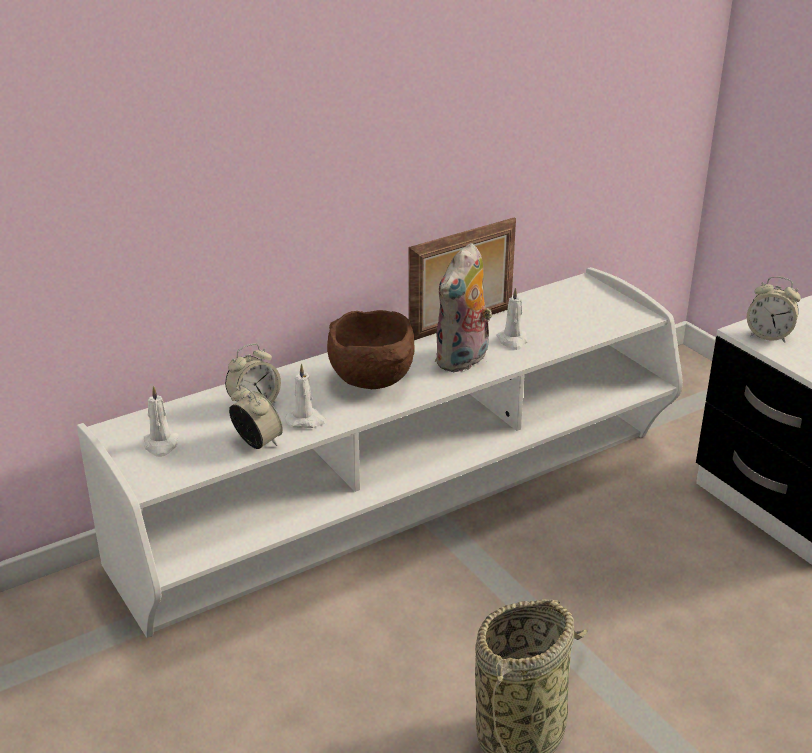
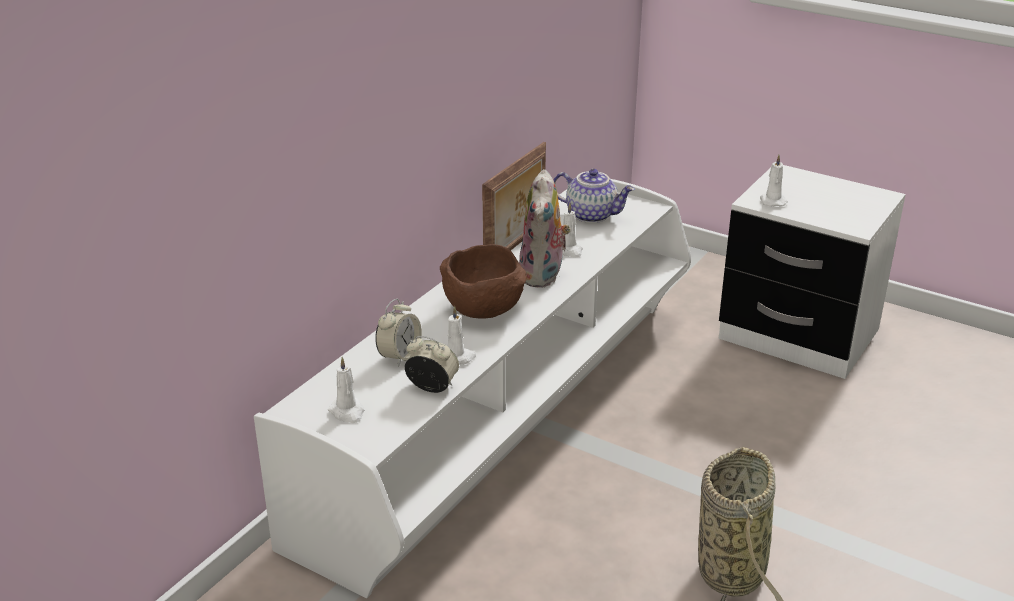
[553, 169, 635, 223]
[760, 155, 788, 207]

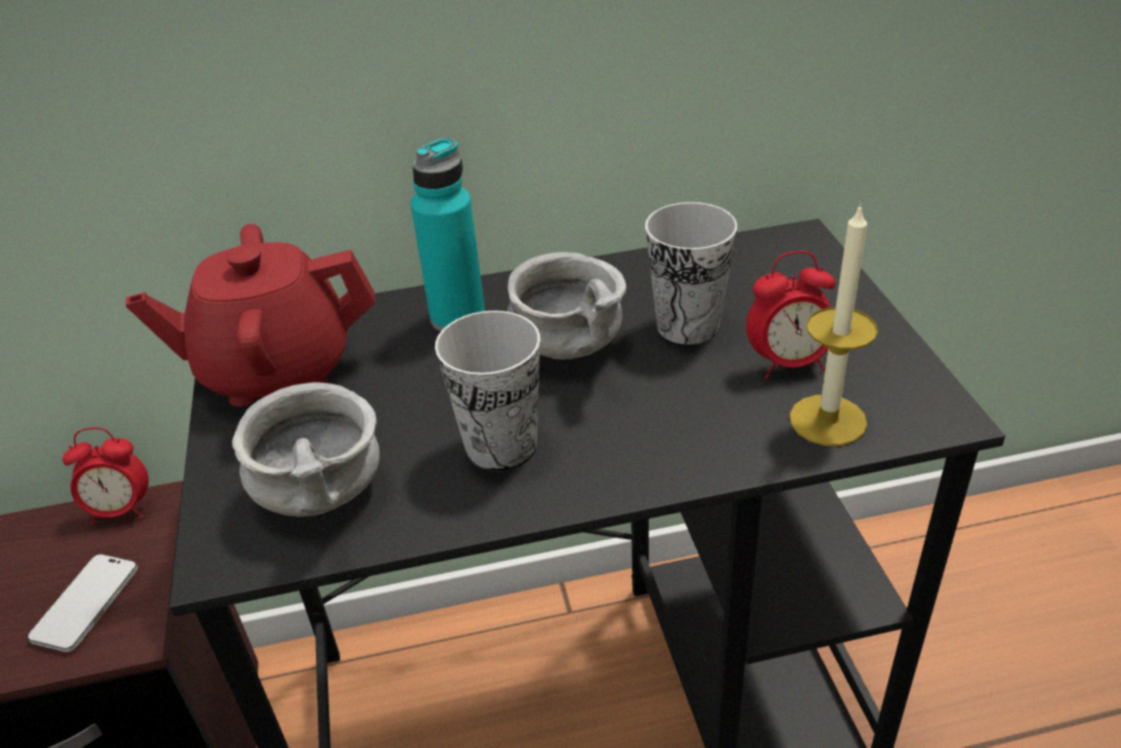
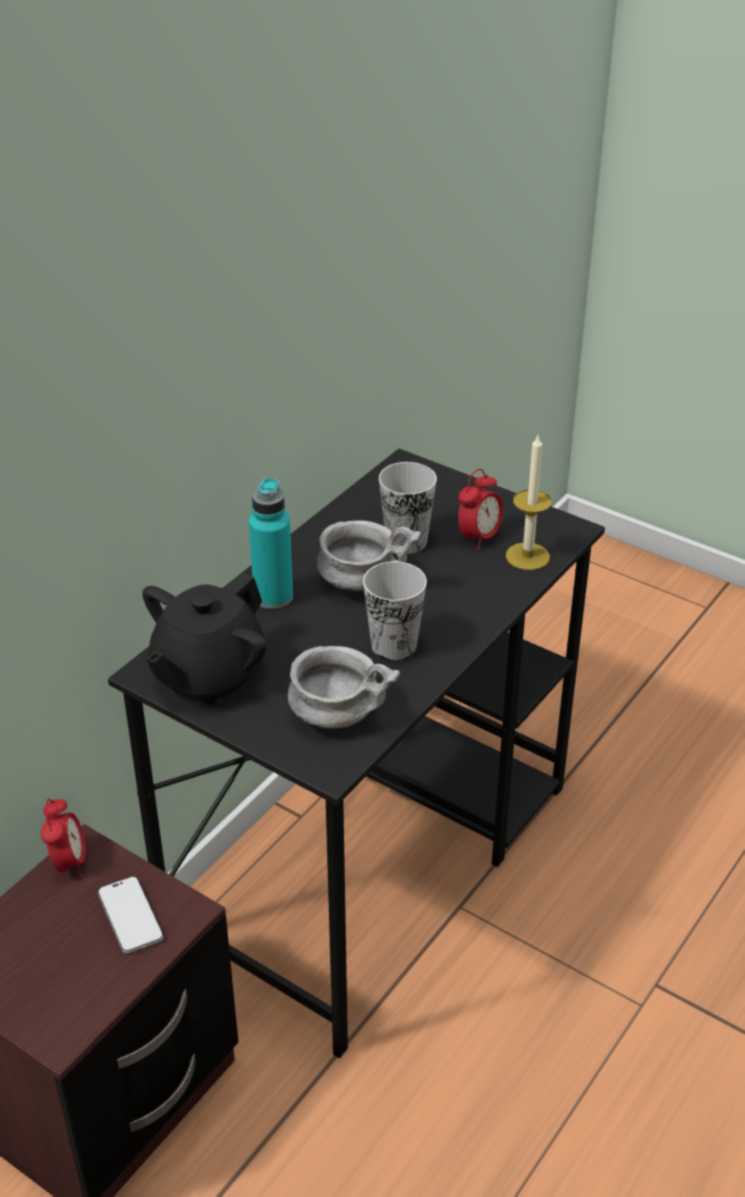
[142, 572, 267, 706]
[41, 799, 86, 877]

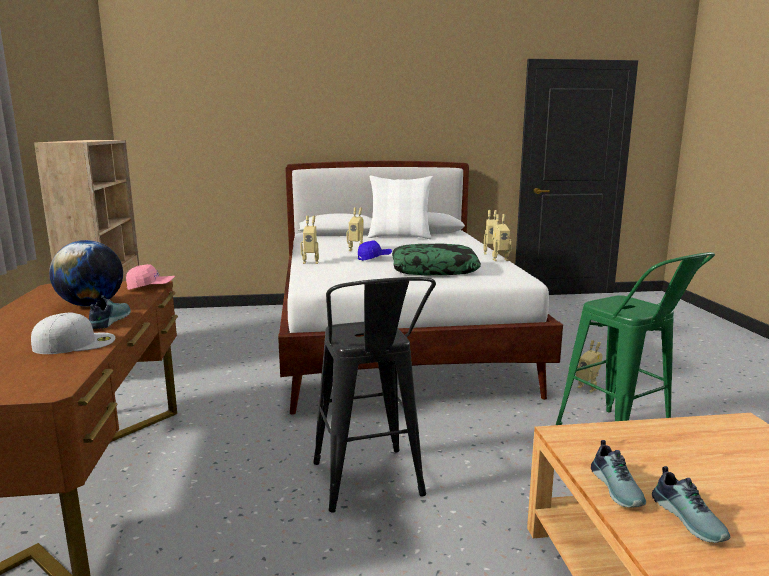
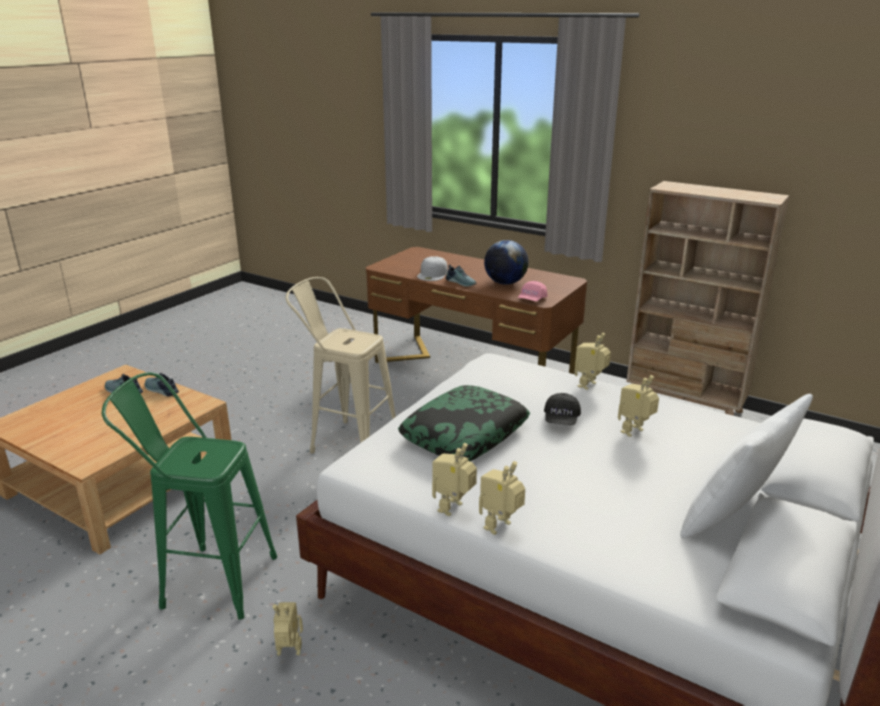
[285, 277, 396, 454]
[544, 393, 581, 425]

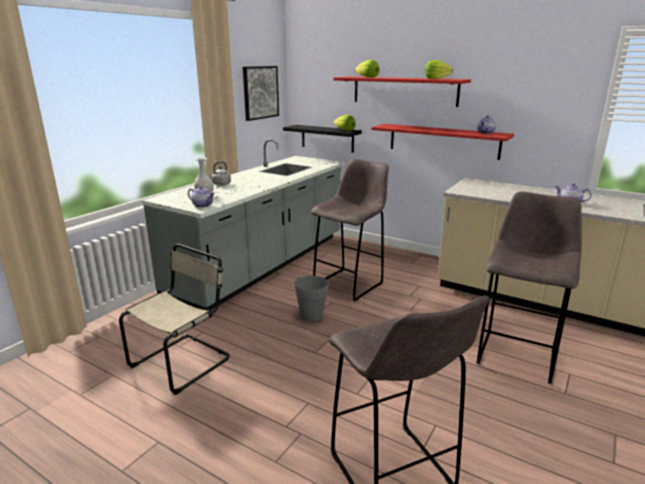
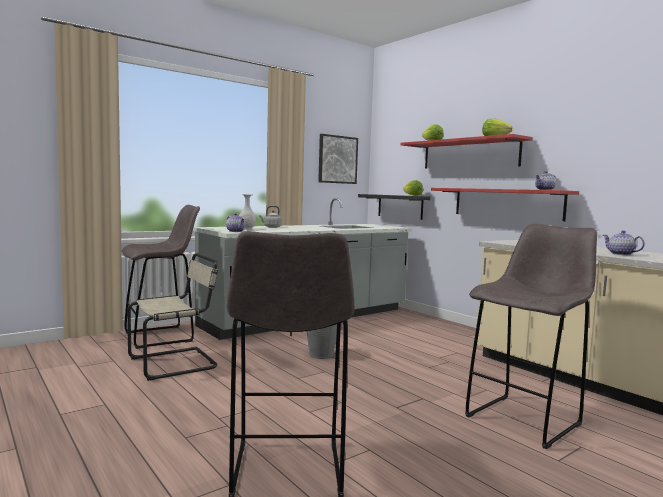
[122, 205, 200, 349]

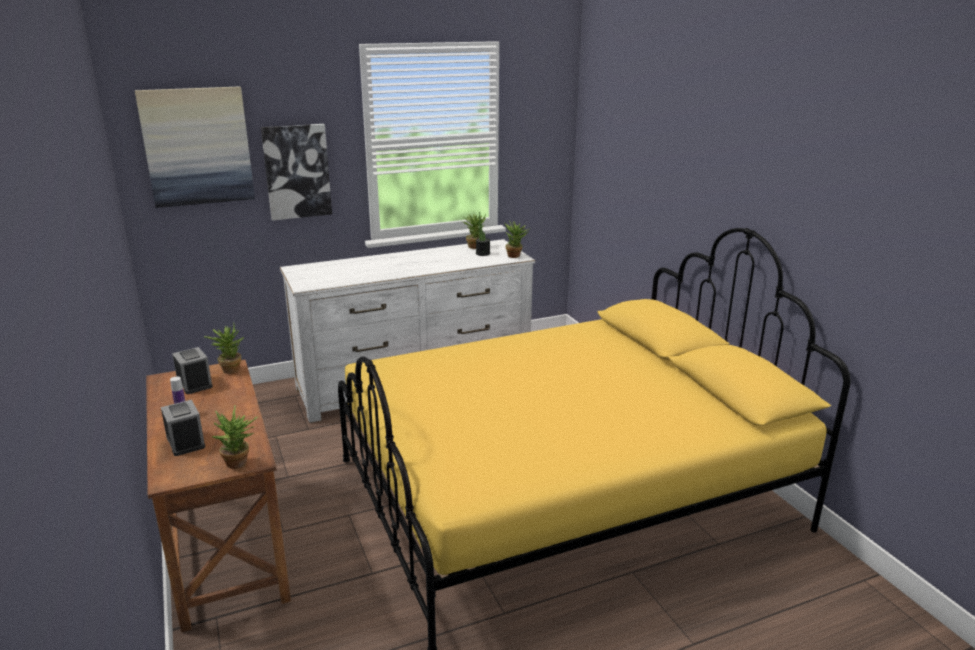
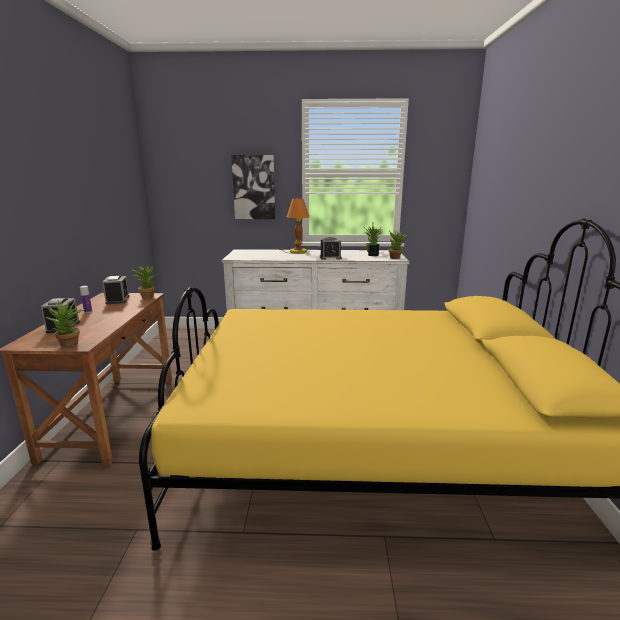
[135, 87, 255, 208] (first image)
[274, 198, 309, 254]
[320, 237, 342, 260]

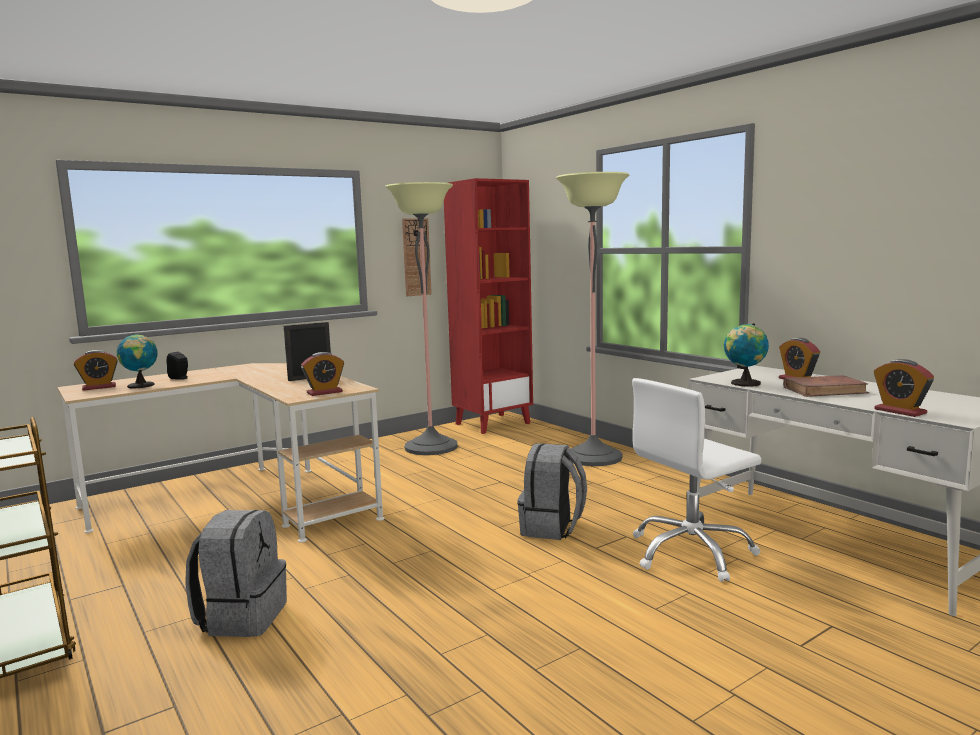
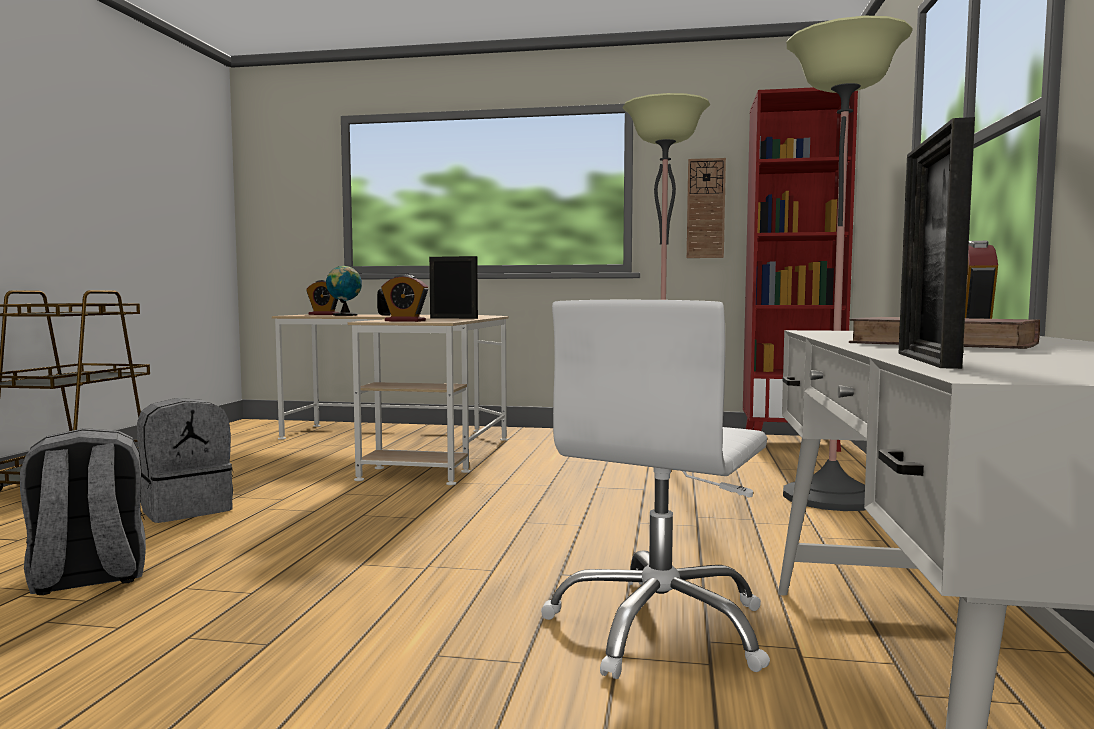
[724, 323, 769, 387] (first image)
[20, 428, 146, 595]
[898, 117, 975, 369]
[541, 300, 770, 679]

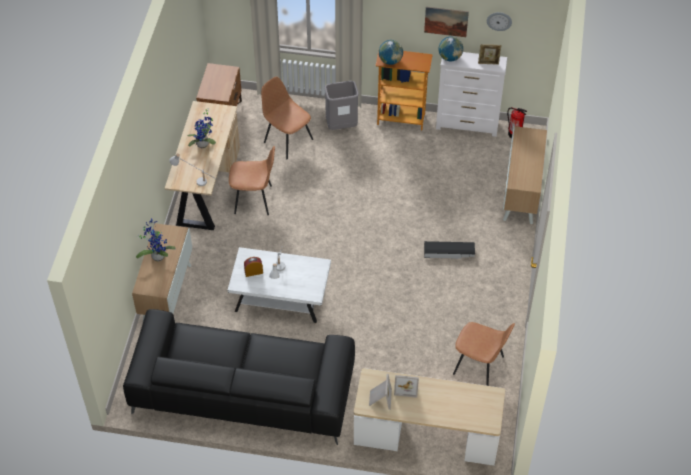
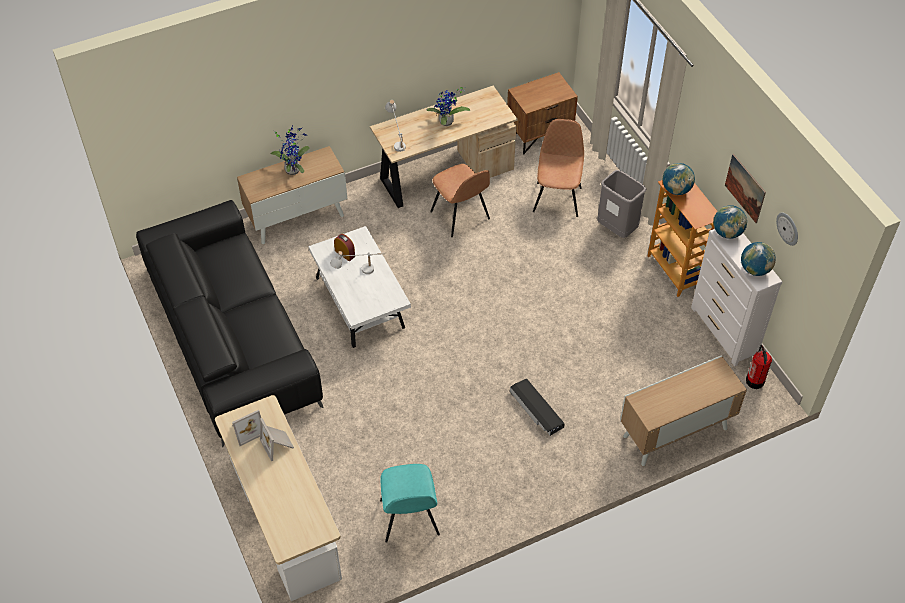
[741, 242, 776, 276]
[380, 464, 440, 543]

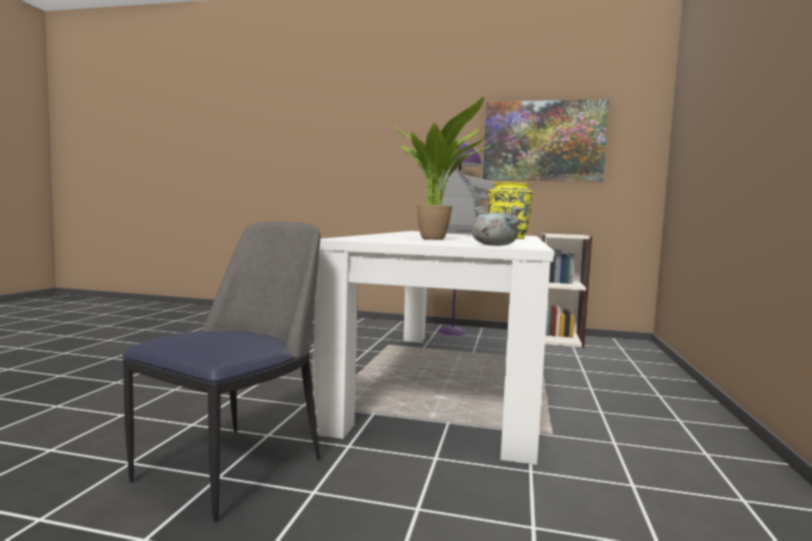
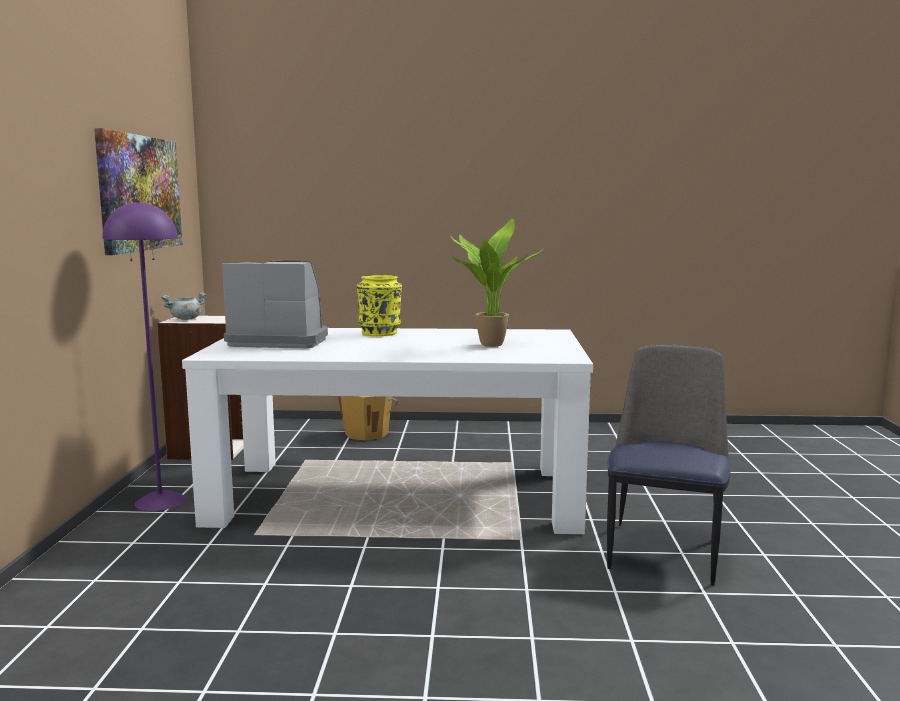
[337, 396, 398, 440]
[161, 292, 206, 320]
[607, 344, 731, 585]

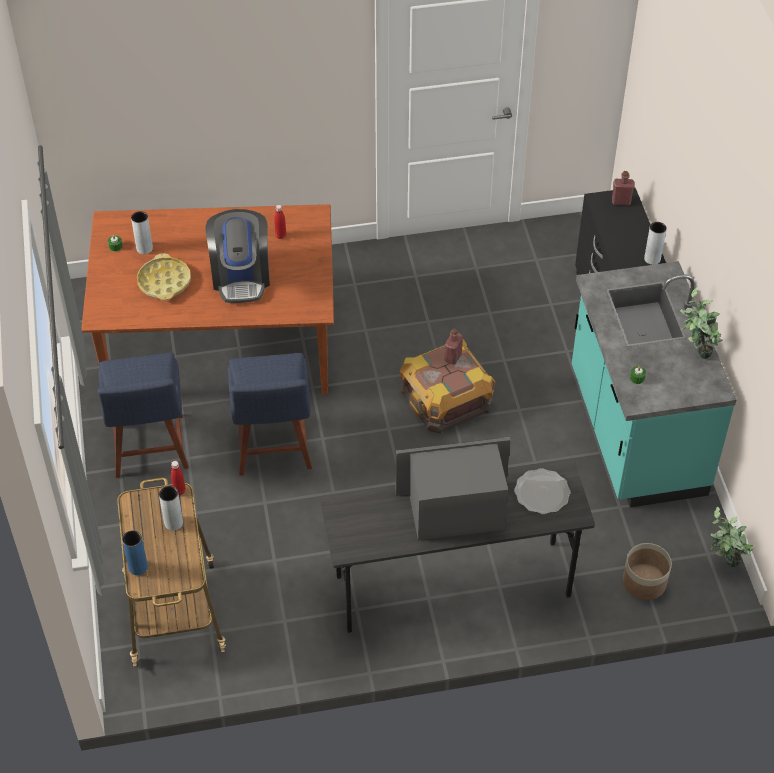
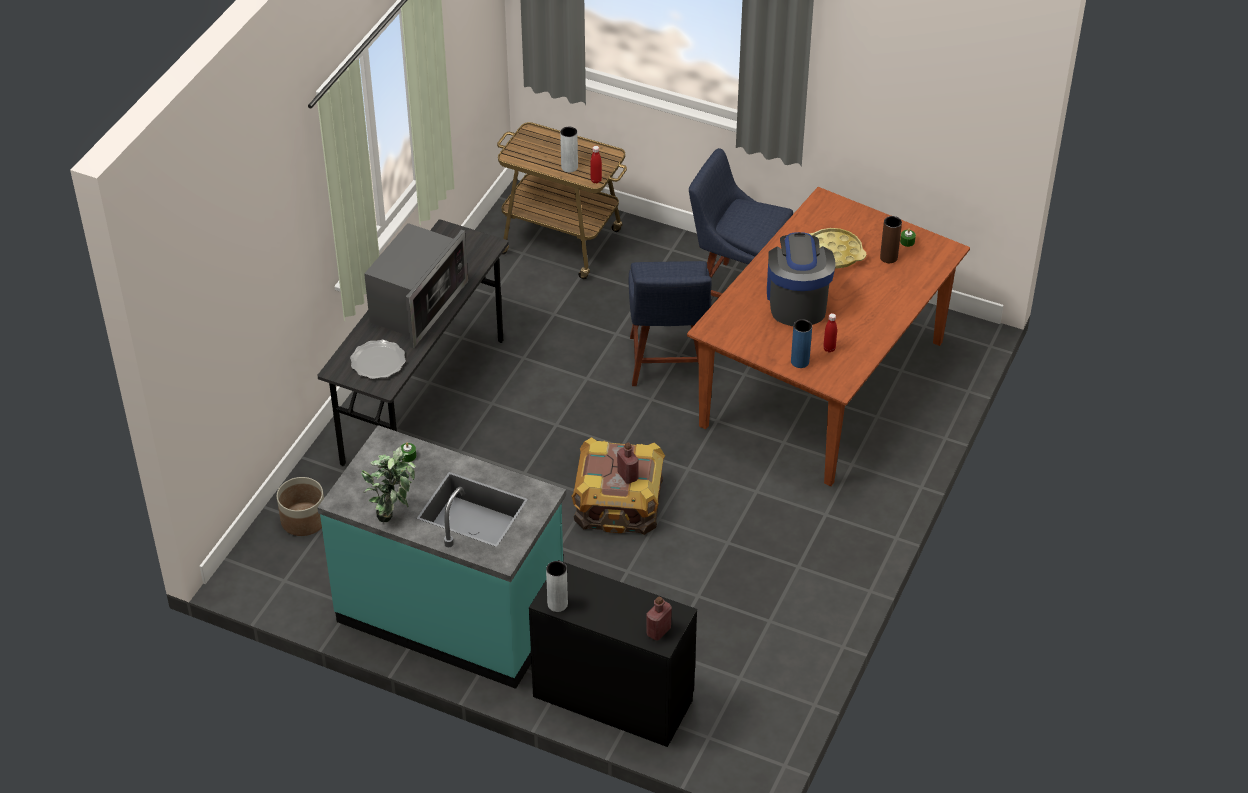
[710, 507, 754, 567] (first image)
[791, 319, 812, 368]
[880, 216, 902, 263]
[767, 232, 836, 326]
[629, 261, 711, 386]

